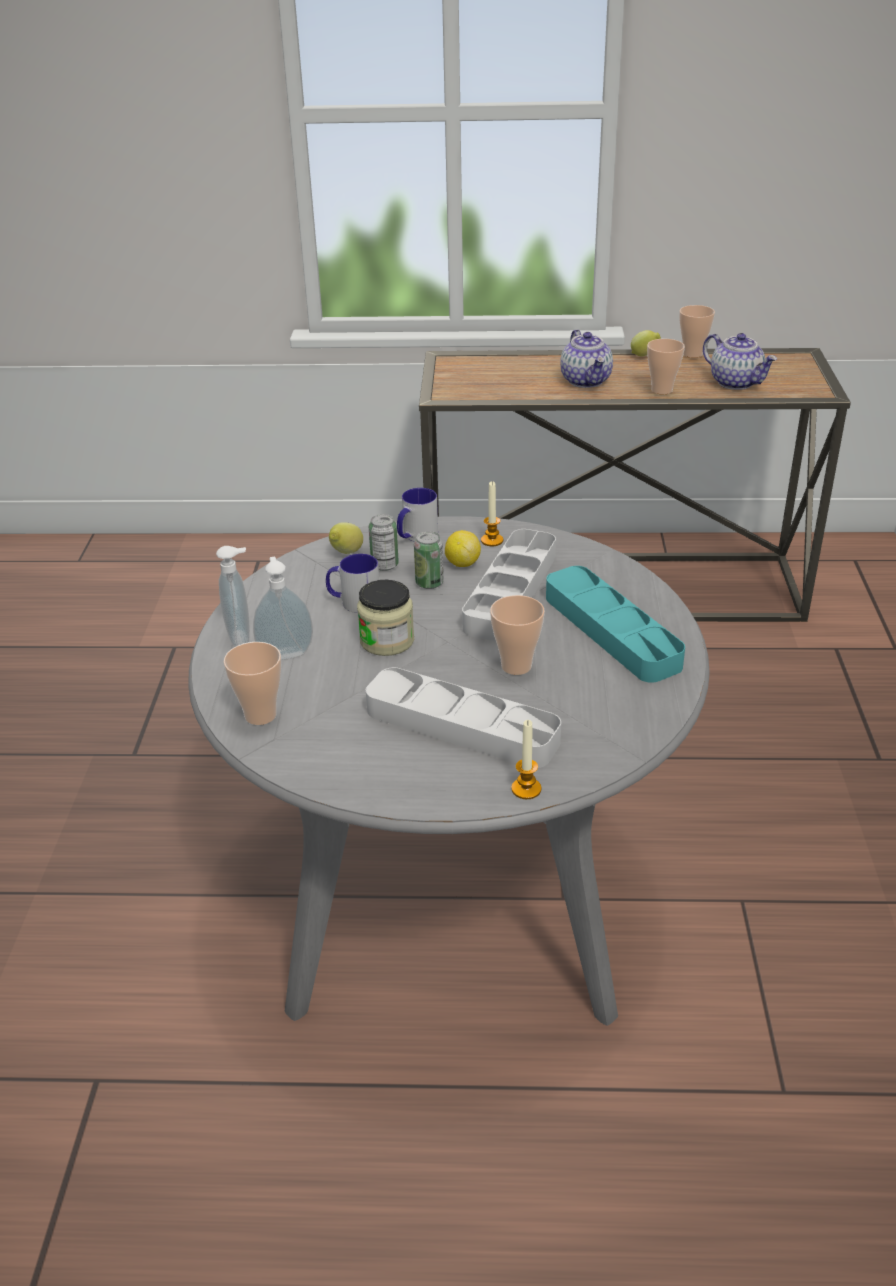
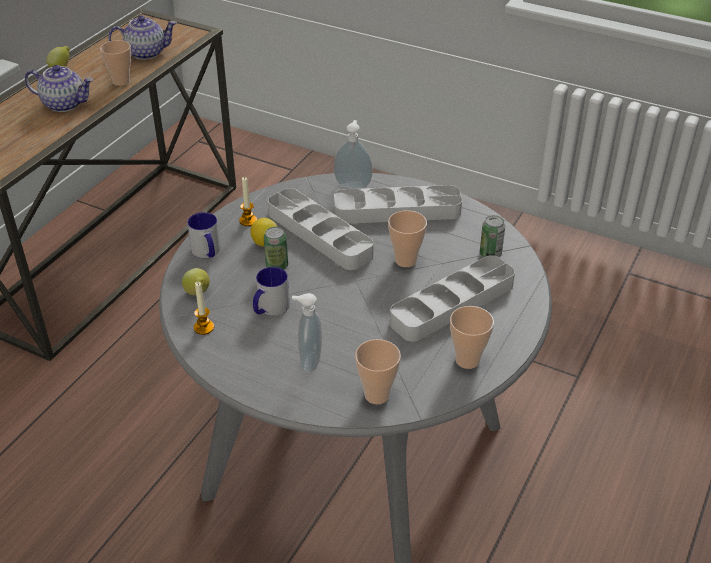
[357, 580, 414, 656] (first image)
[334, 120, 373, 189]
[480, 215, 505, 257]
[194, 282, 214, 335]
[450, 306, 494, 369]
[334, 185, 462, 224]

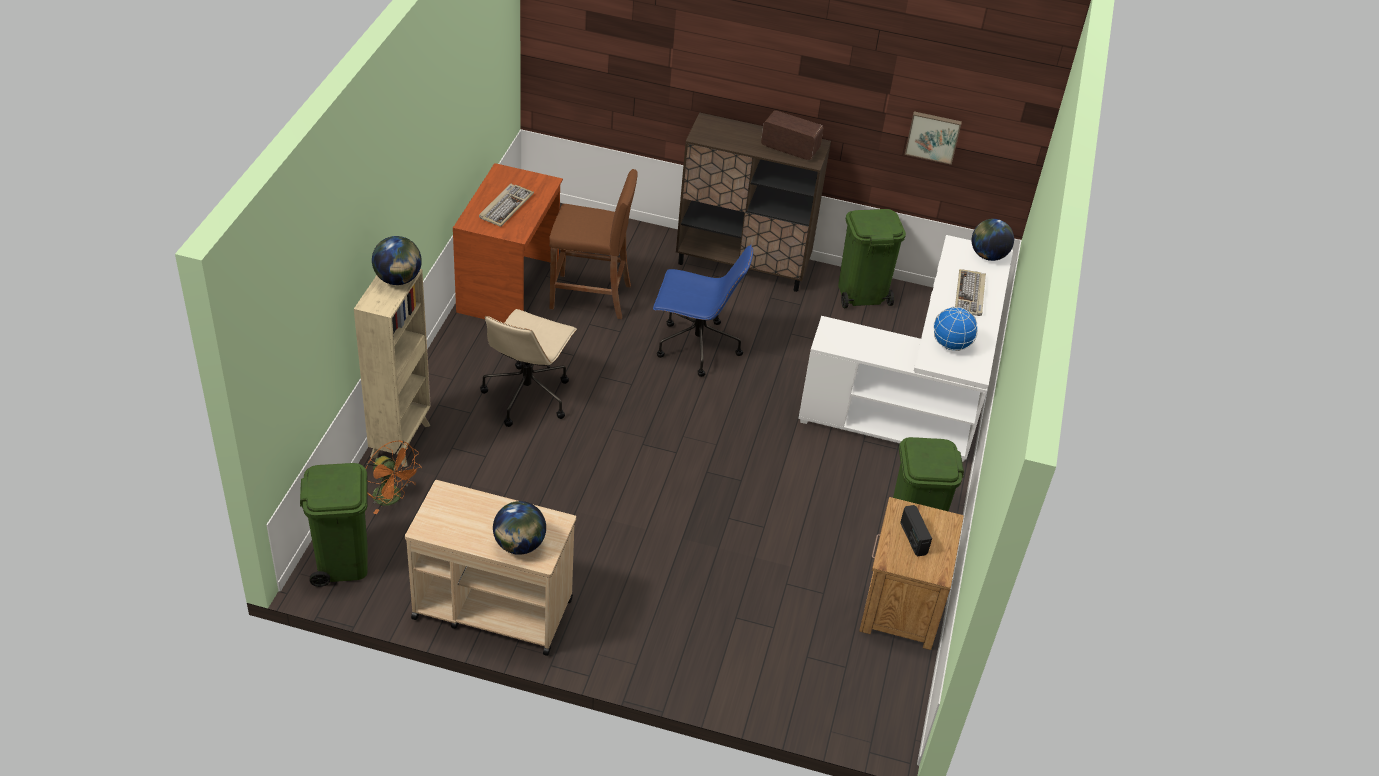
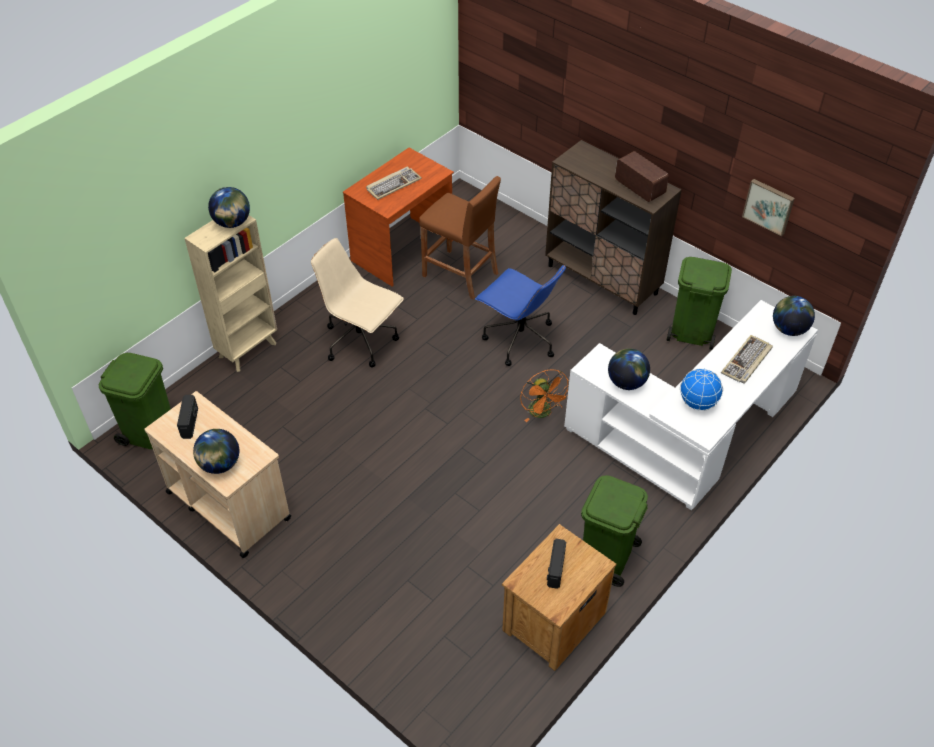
[177, 395, 198, 439]
[608, 348, 650, 390]
[520, 369, 569, 422]
[311, 238, 404, 367]

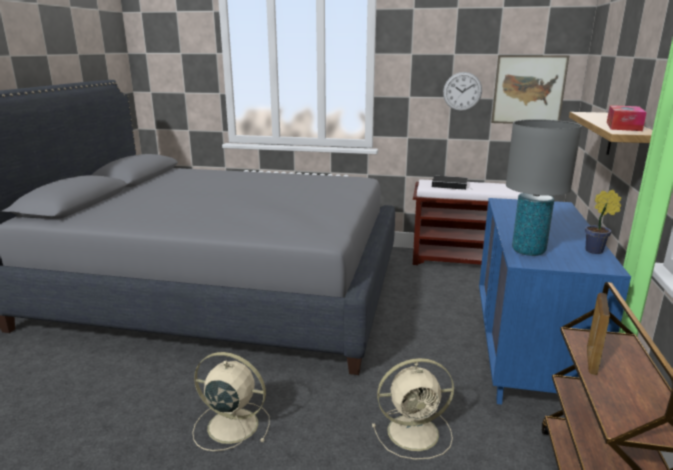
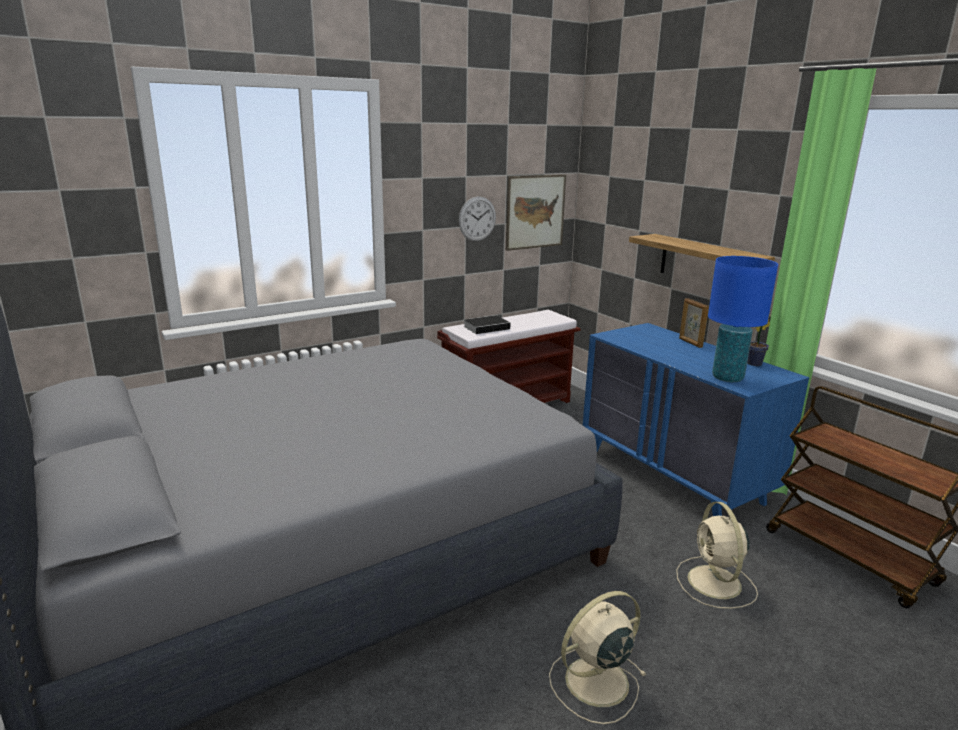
[607, 105, 647, 131] (first image)
[679, 298, 709, 348]
[708, 256, 778, 382]
[676, 502, 758, 609]

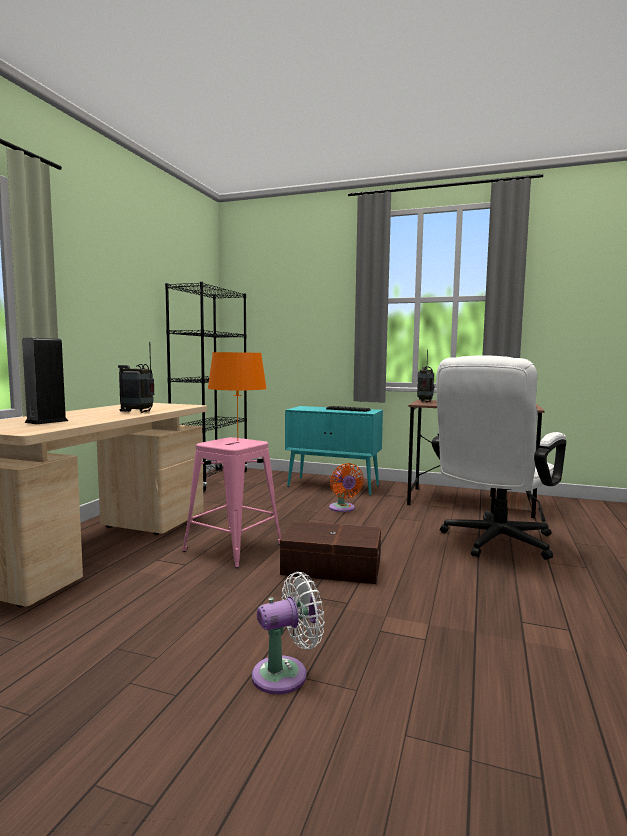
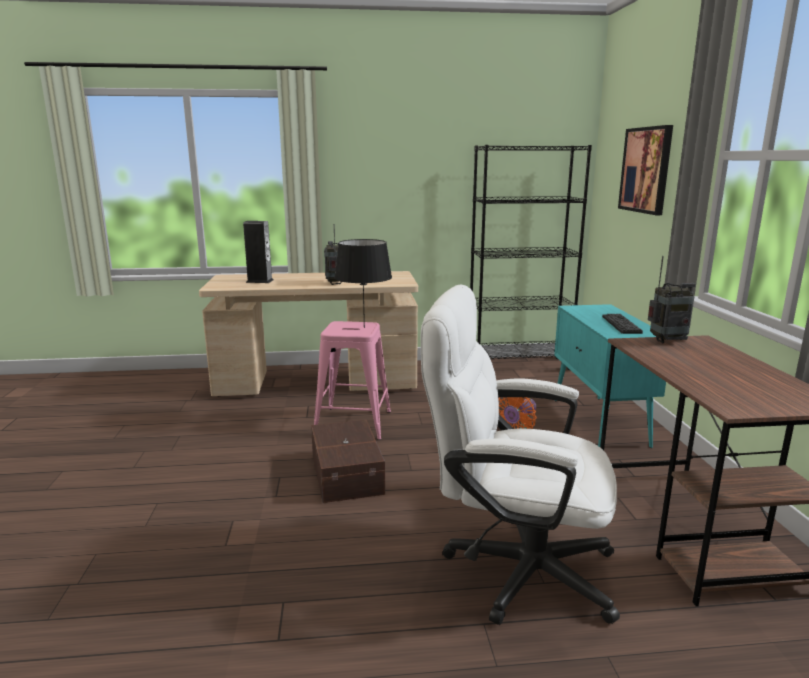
[252, 572, 324, 694] (first image)
[618, 125, 673, 215]
[334, 239, 392, 328]

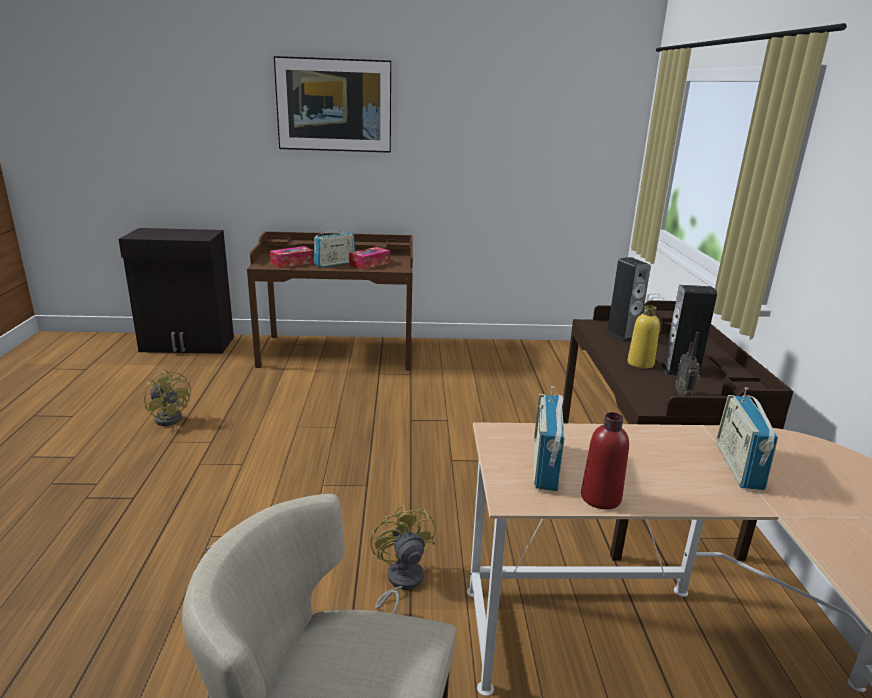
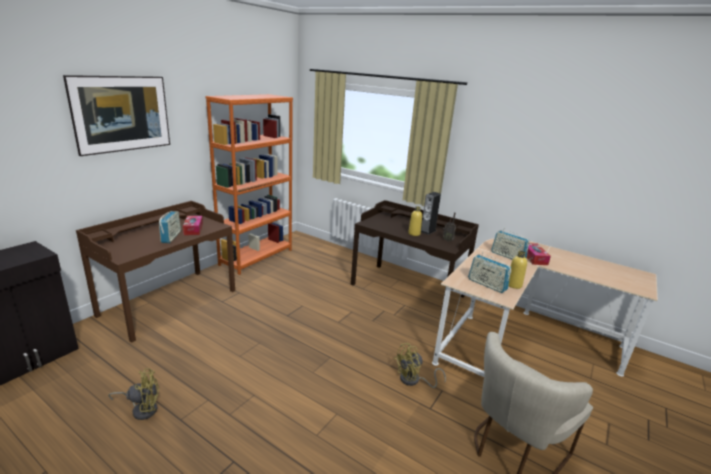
[605, 257, 651, 343] (first image)
[205, 94, 293, 275]
[527, 243, 551, 265]
[509, 251, 527, 289]
[394, 343, 446, 388]

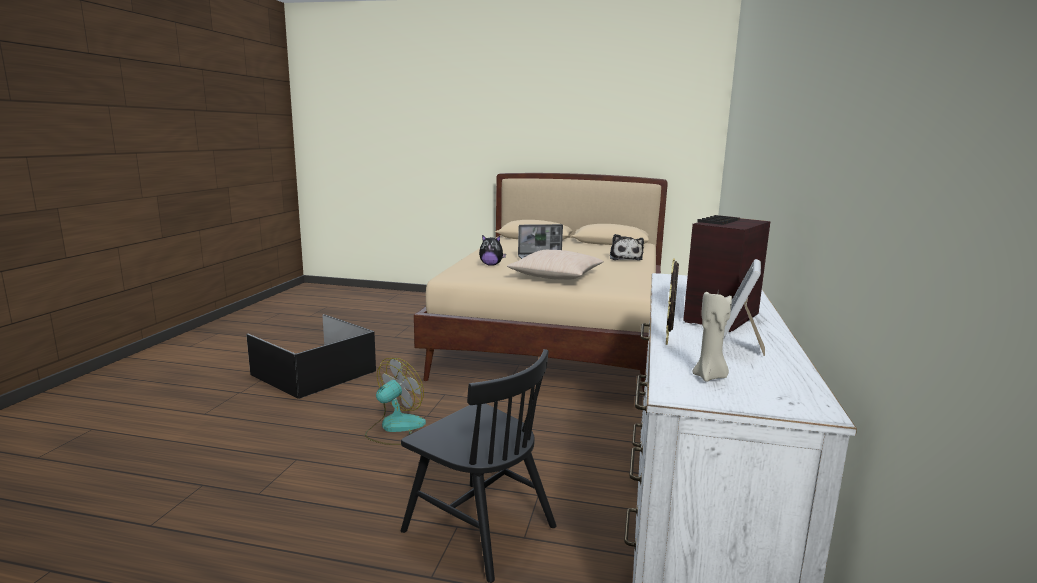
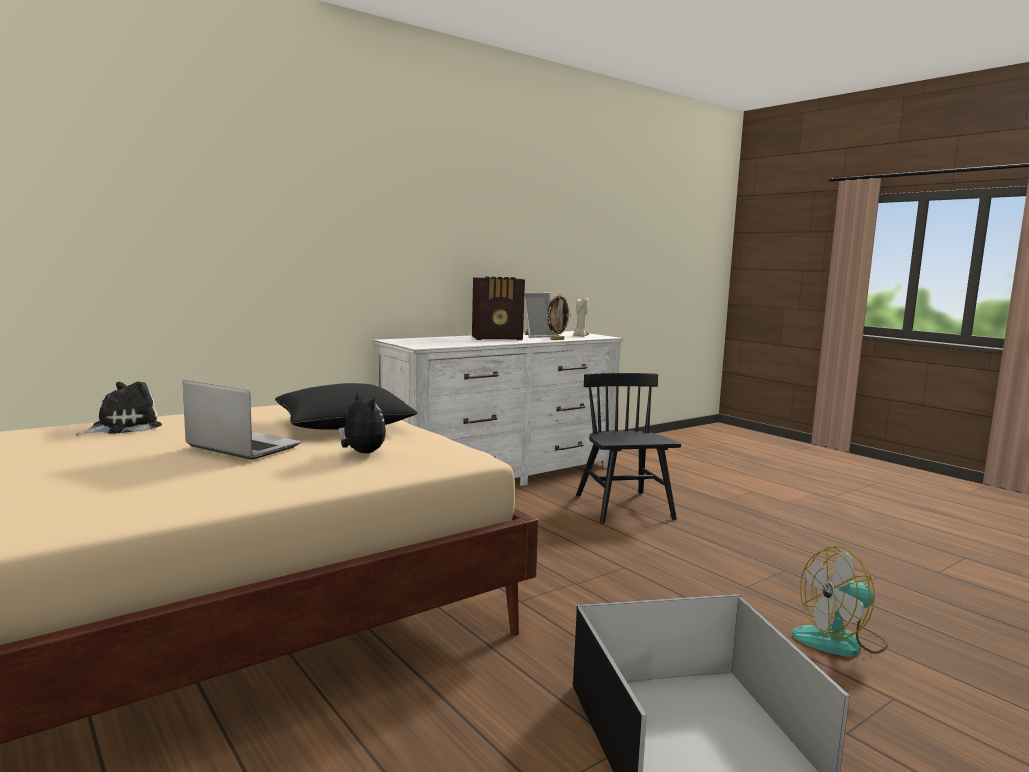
[792, 546, 888, 657]
[275, 383, 417, 429]

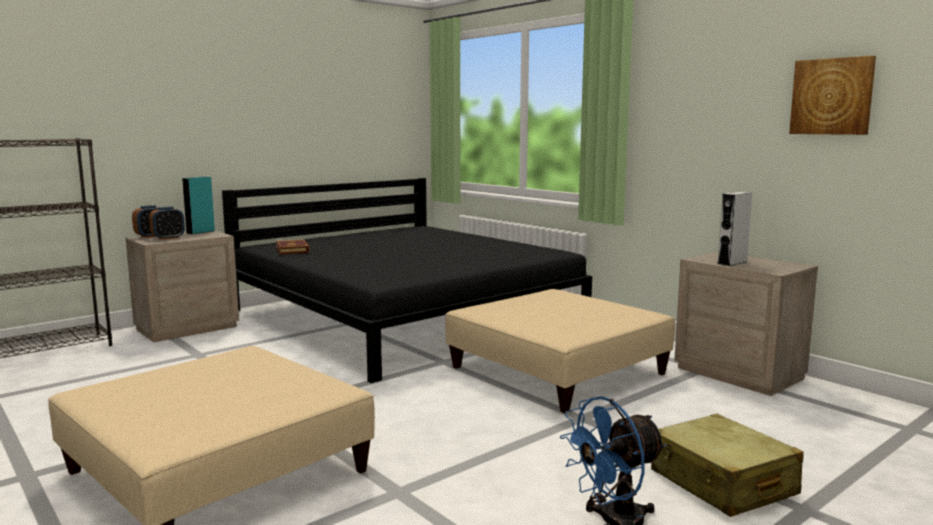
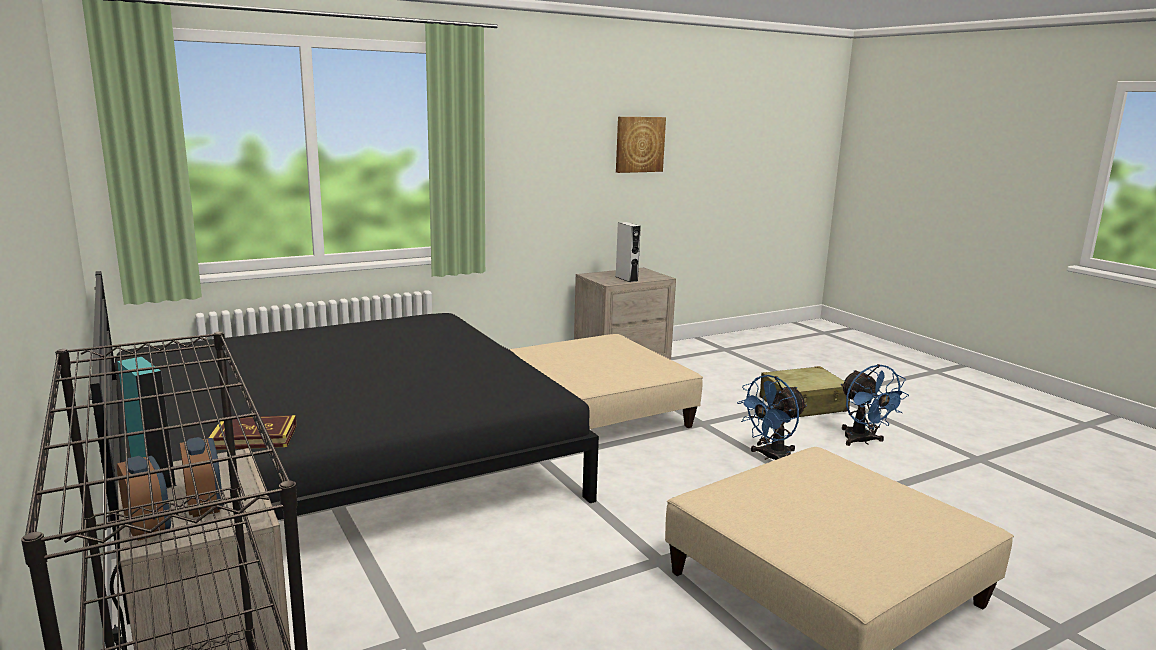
[737, 375, 807, 460]

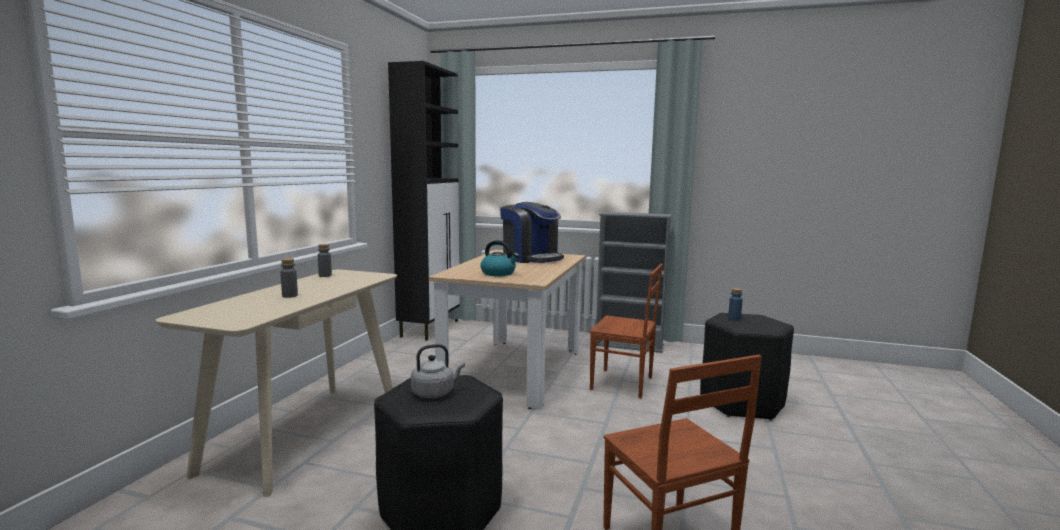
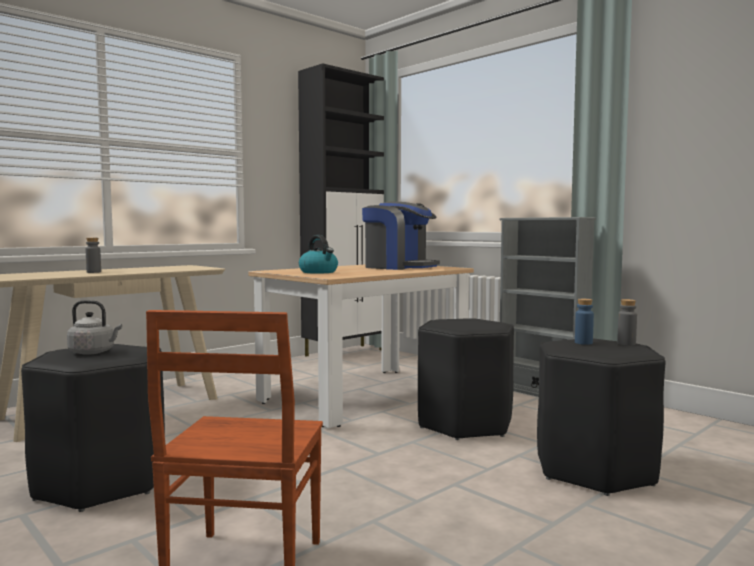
[617, 299, 637, 346]
[418, 318, 514, 440]
[362, 202, 440, 270]

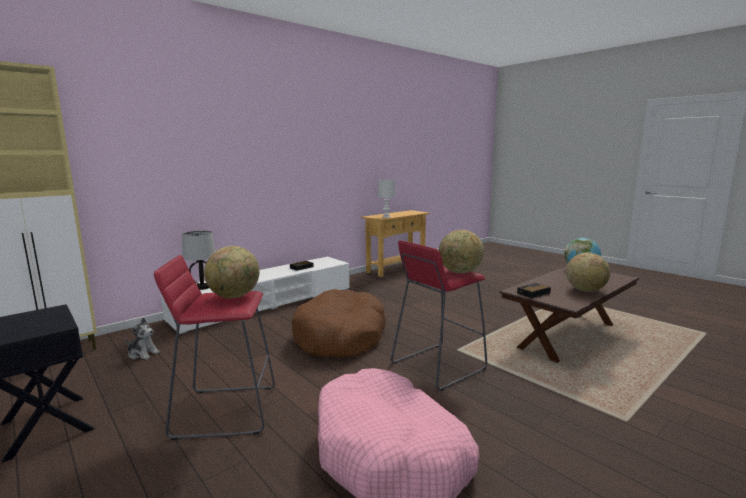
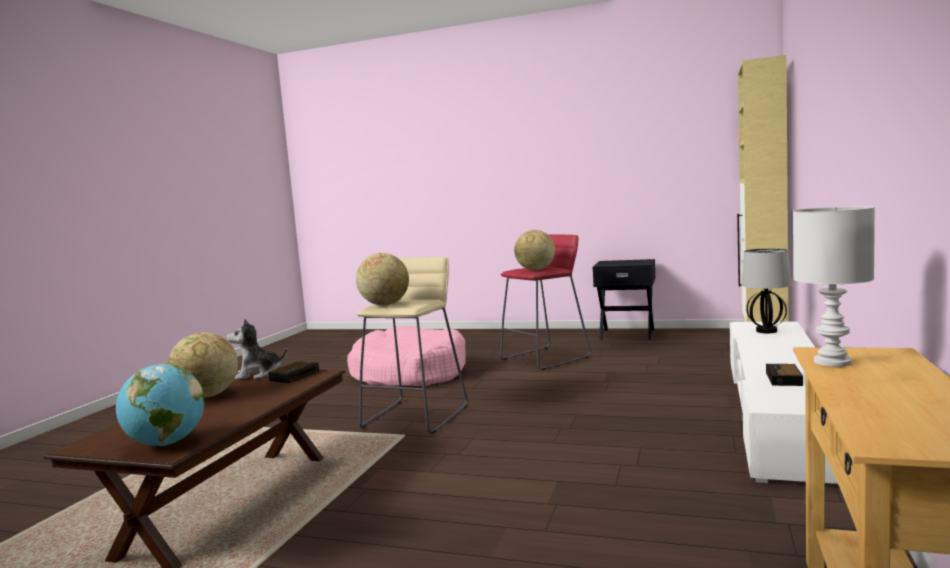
[292, 289, 386, 357] (first image)
[227, 319, 287, 380]
[356, 257, 468, 434]

